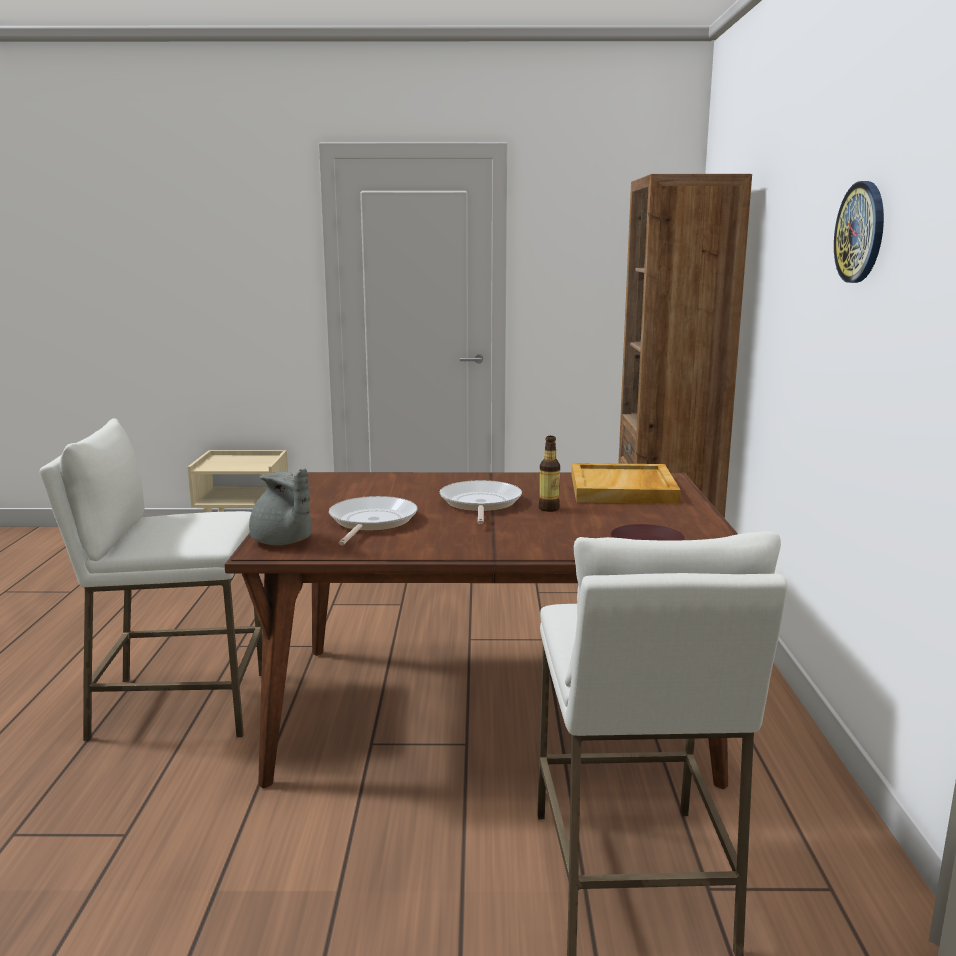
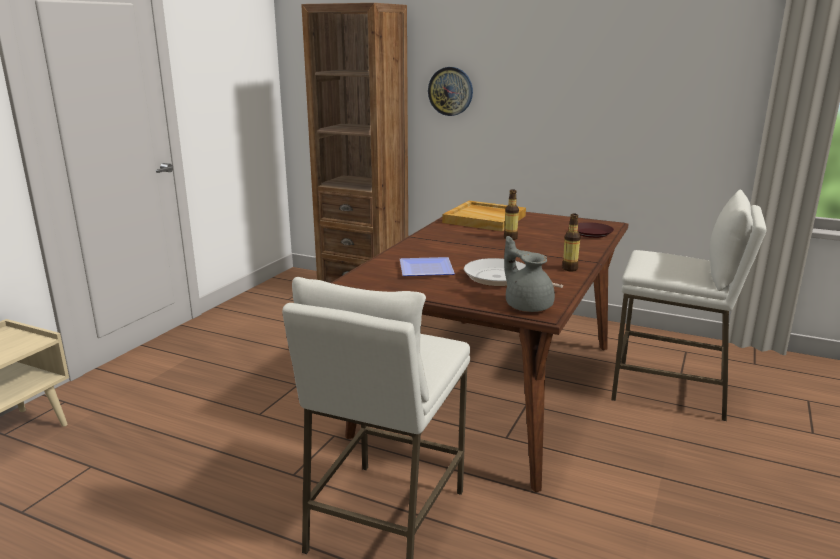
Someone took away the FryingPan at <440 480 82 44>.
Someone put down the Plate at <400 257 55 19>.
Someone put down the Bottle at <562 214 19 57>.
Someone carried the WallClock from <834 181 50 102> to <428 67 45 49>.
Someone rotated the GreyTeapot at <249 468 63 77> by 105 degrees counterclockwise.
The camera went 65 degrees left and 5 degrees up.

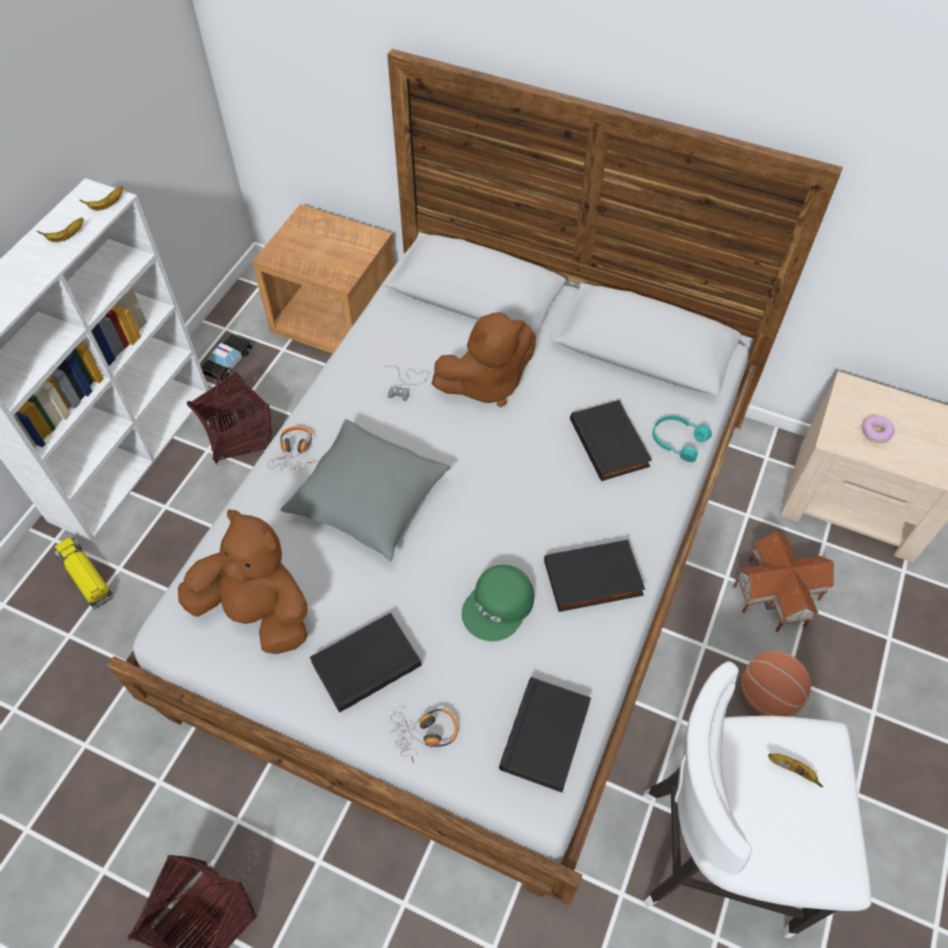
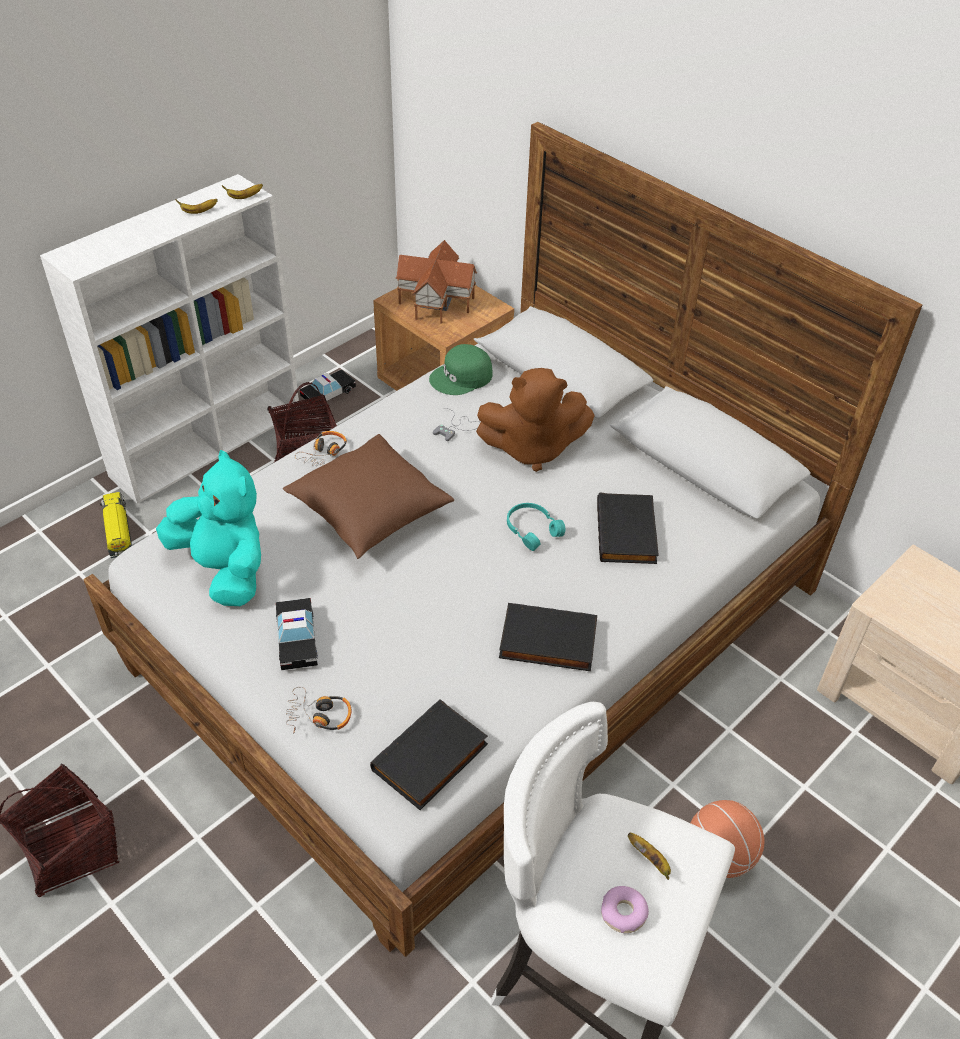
Someone carried the GreenCap from <462 565 72 76> to <429 344 64 51>.
Someone carried the TurquoiseHeadphones from <653 416 59 46> to <507 503 58 48>.
Someone carried the ToyHouse from <733 531 101 101> to <395 240 82 84>.
Someone carried the Donut from <862 416 32 27> to <601 886 48 47>.
Someone swapped the BlackBook at <310 613 112 100> for the ToyCar at <276 598 42 72>.
Someone repainted the BrownPlushToy at <178 509 129 145>, which became the TurquoisePlushToy at <156 450 105 156>.
Someone repainted the GreyPillow at <281 419 170 142>, which became the BrownPillow at <283 434 171 125>.
The camera went 20 degrees right and 10 degrees down.

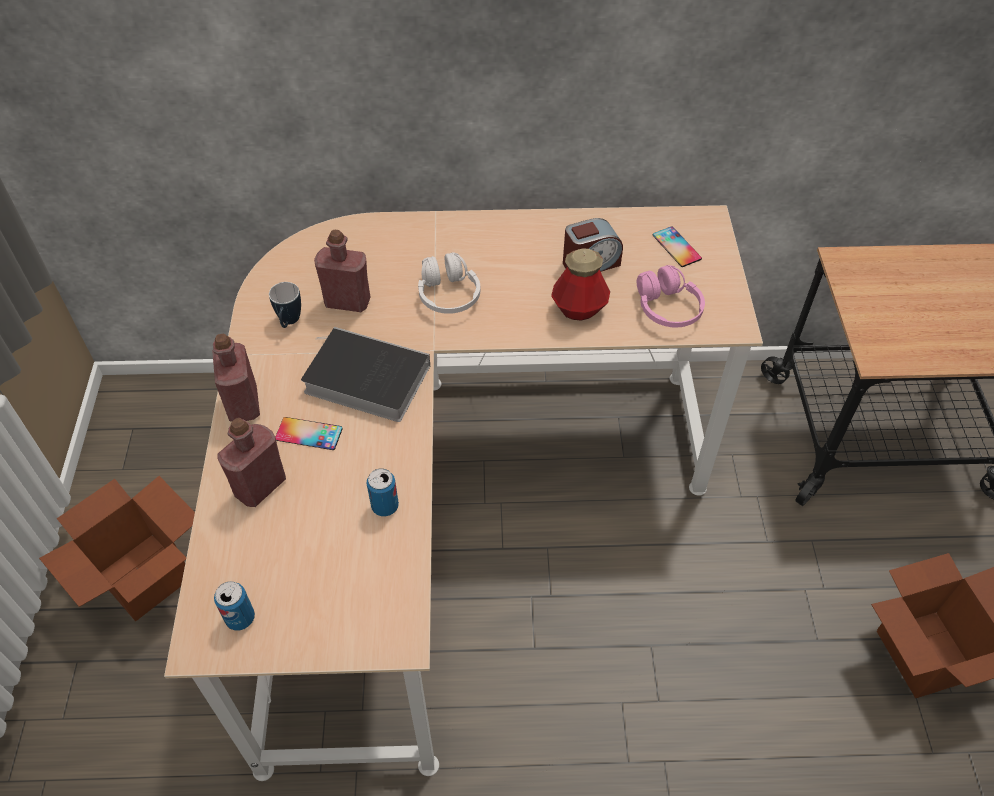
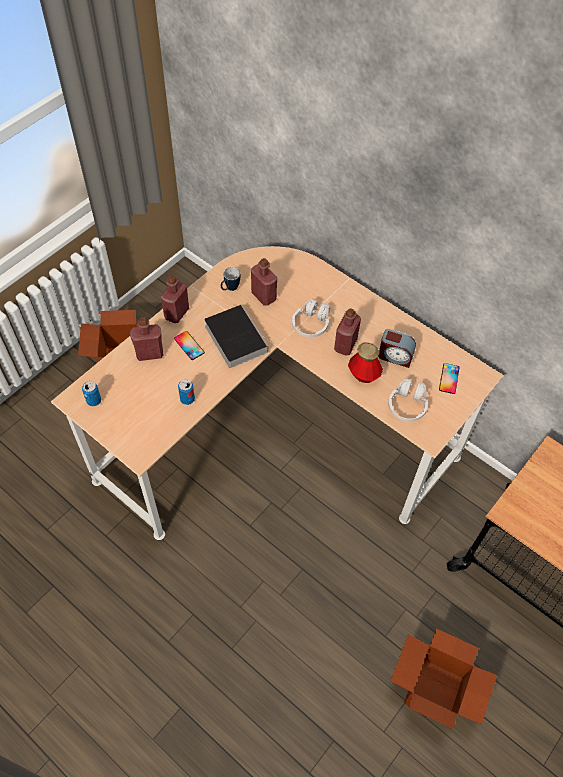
Someone put down the RedBottle at <334 308 27 47>.
Someone repainted the PinkHeadphones at <637 265 68 62>, which became the WhiteHeadphones at <388 378 40 43>.
The camera went 40 degrees right and 5 degrees up.

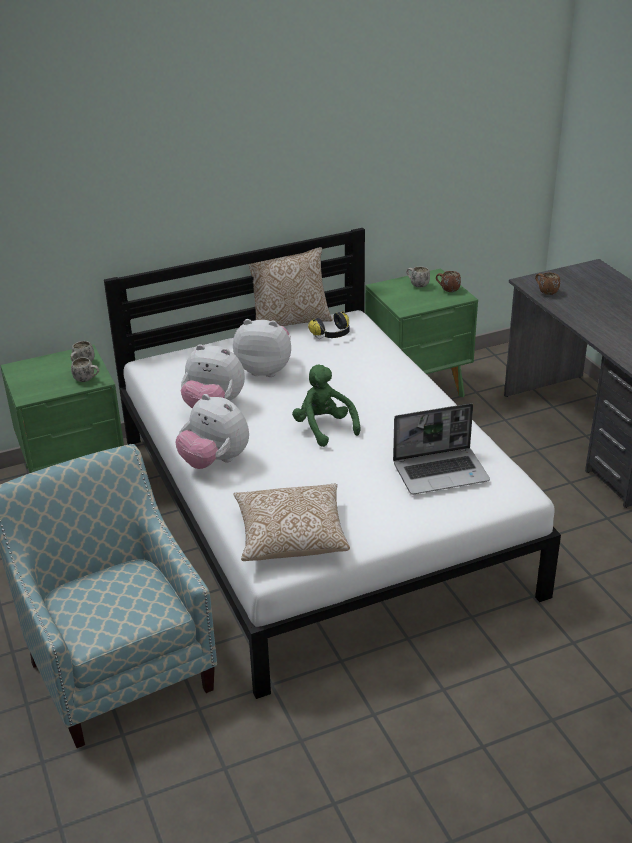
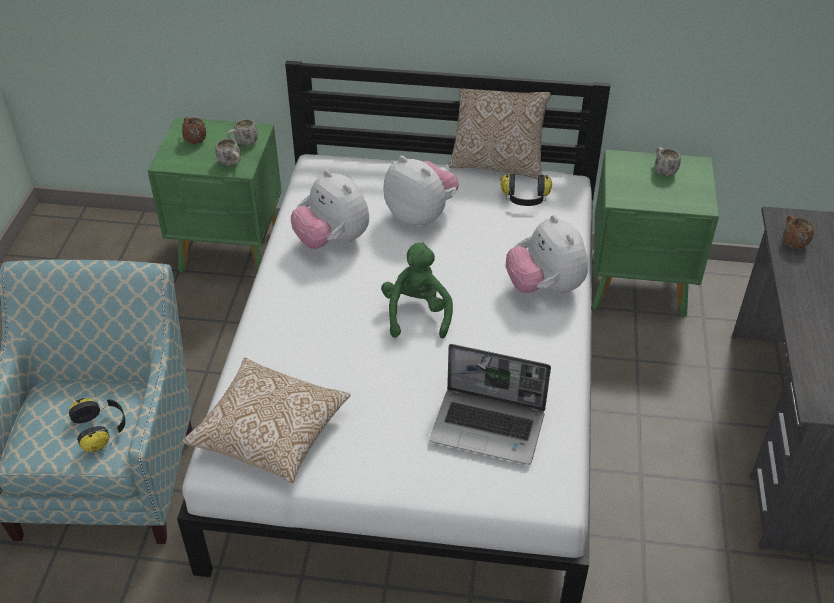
Someone put down the Headphones at <69 395 57 57>.
Someone carried the PlushToy from <176 394 73 75> to <506 215 82 79>.
Someone carried the BrownMug from <436 271 25 21> to <182 117 24 27>.
The camera went 30 degrees right and 10 degrees up.

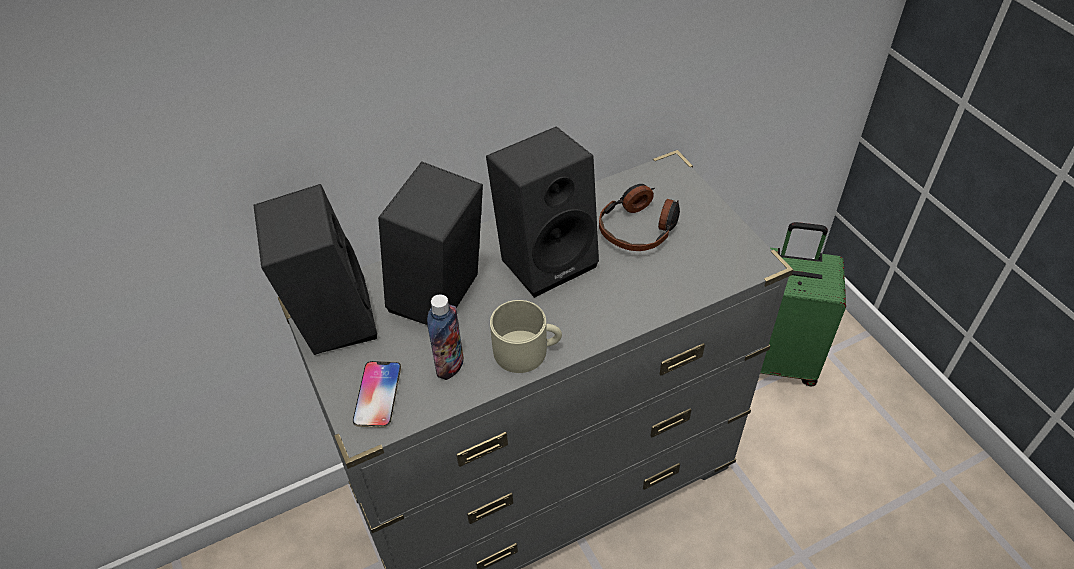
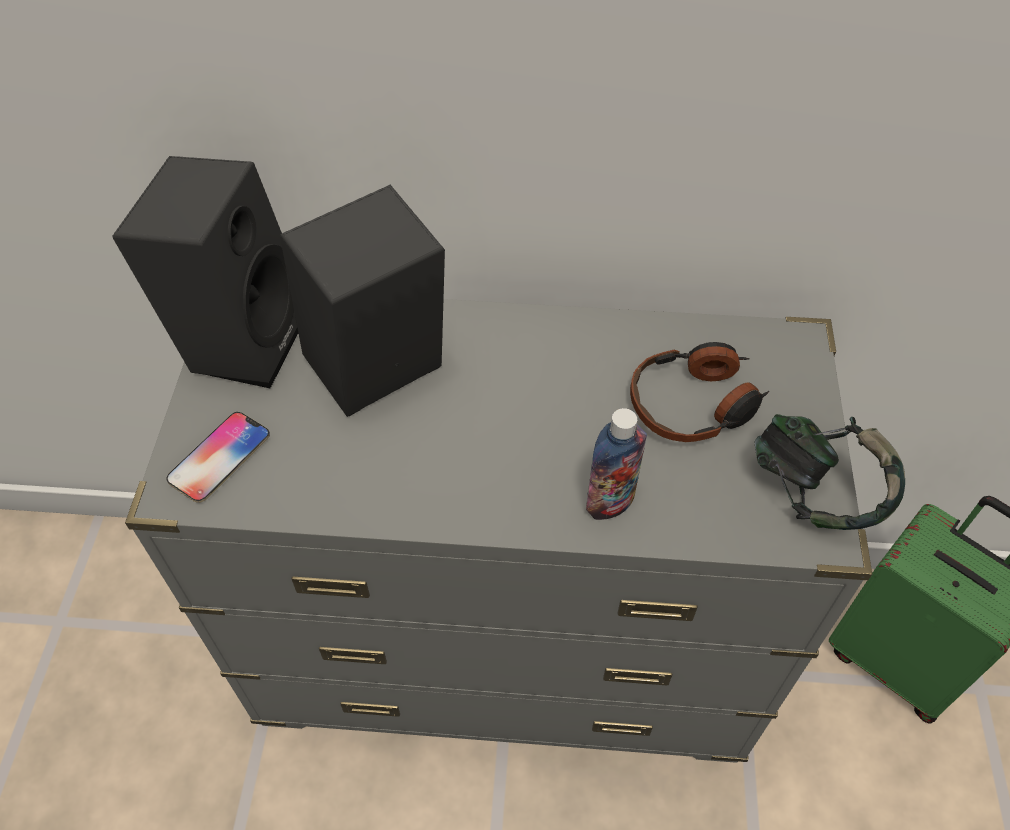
Someone took away the BlackSpeaker at <486 126 113 172>.
Someone took away the BeigeMug at <490 300 72 73>.
Someone put down the Headphones at <755 414 150 116>.
Someone carried the Bottle from <427 294 37 86> to <586 408 61 112>.
The camera went 30 degrees right and 5 degrees up.

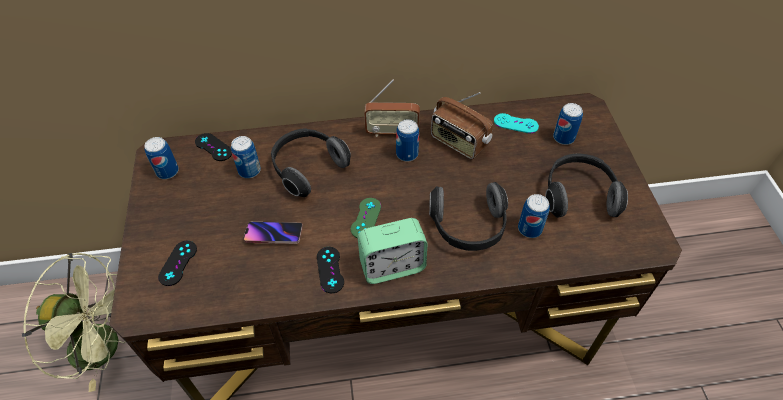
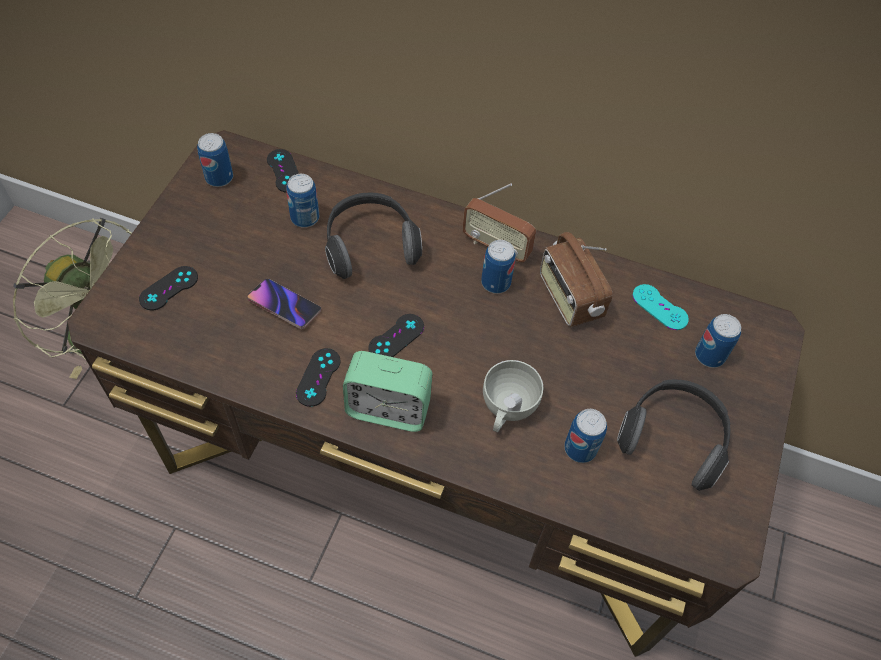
Someone swapped the Headphones at <429 182 79 69> for the WhiteCup at <483 360 60 72>.
Someone repainted the GreenGameController at <351 198 30 40>, which became the BlackGameController at <368 314 56 43>.
The camera went 25 degrees right and 5 degrees up.

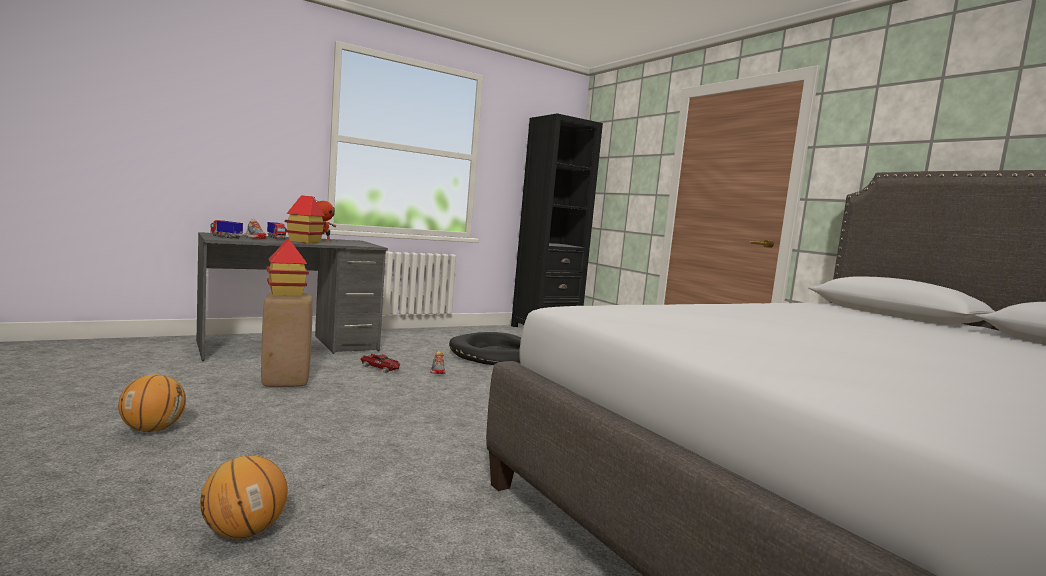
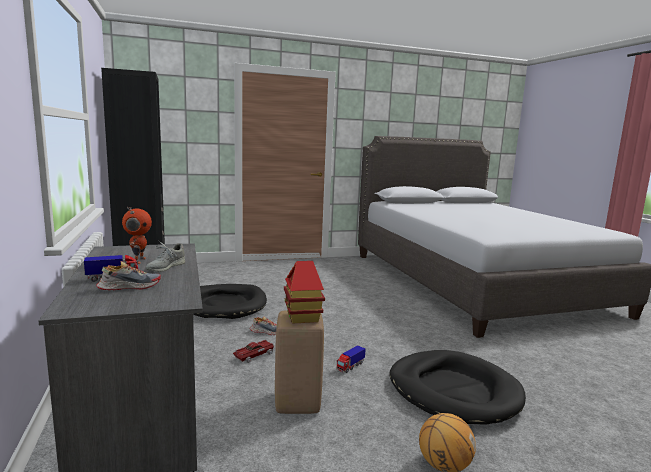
Someone took away the Basketball at <200 455 88 84>.
Someone put down the BlackDogBed at <389 350 137 75>.
Someone carried the ToyTruck from <211 220 32 18> to <337 345 29 28>.
Someone swapped the ToyHouse at <285 195 41 48> for the GreyShoe at <146 240 39 32>.
The camera went 75 degrees left and 5 degrees up.

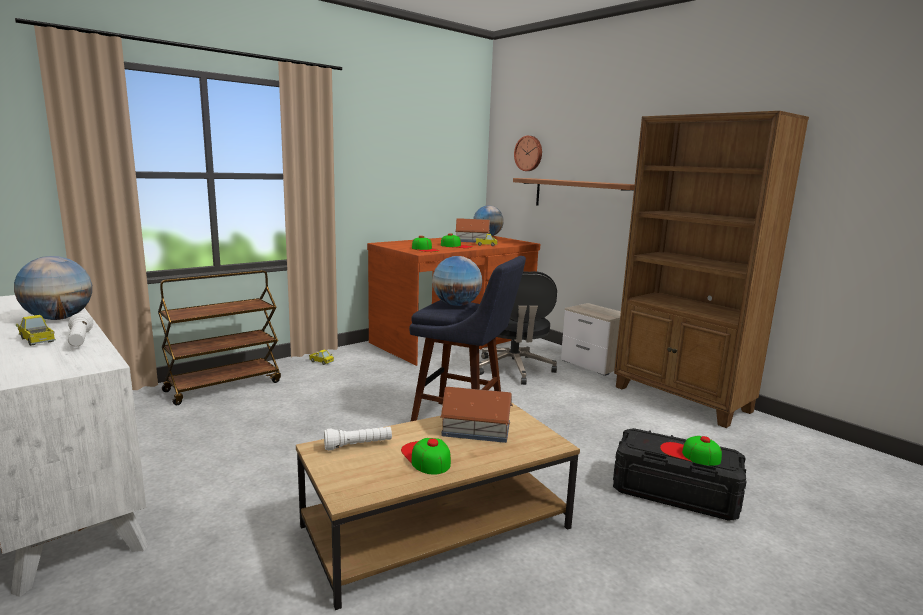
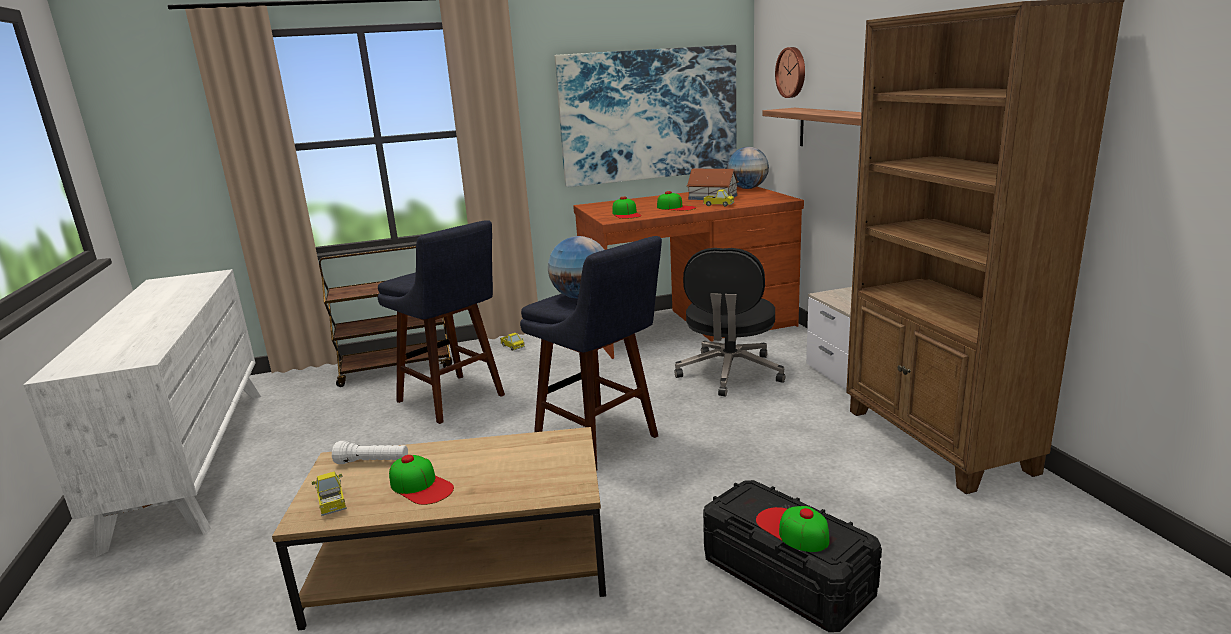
Someone took away the Globe at <14 256 78 64>.
Someone took away the WhiteFlashlight at <68 313 25 34>.
Someone took away the ToyHouse at <440 387 73 56>.
Someone put down the BlueStool at <378 220 127 204>.
Someone put up the Picture at <555 45 181 142>.
Someone carried the ToyTruck from <16 315 40 31> to <312 472 35 44>.
Someone rotated the Cap at <401 438 50 37> by 135 degrees clockwise.
The camera went 25 degrees right and 5 degrees up.

